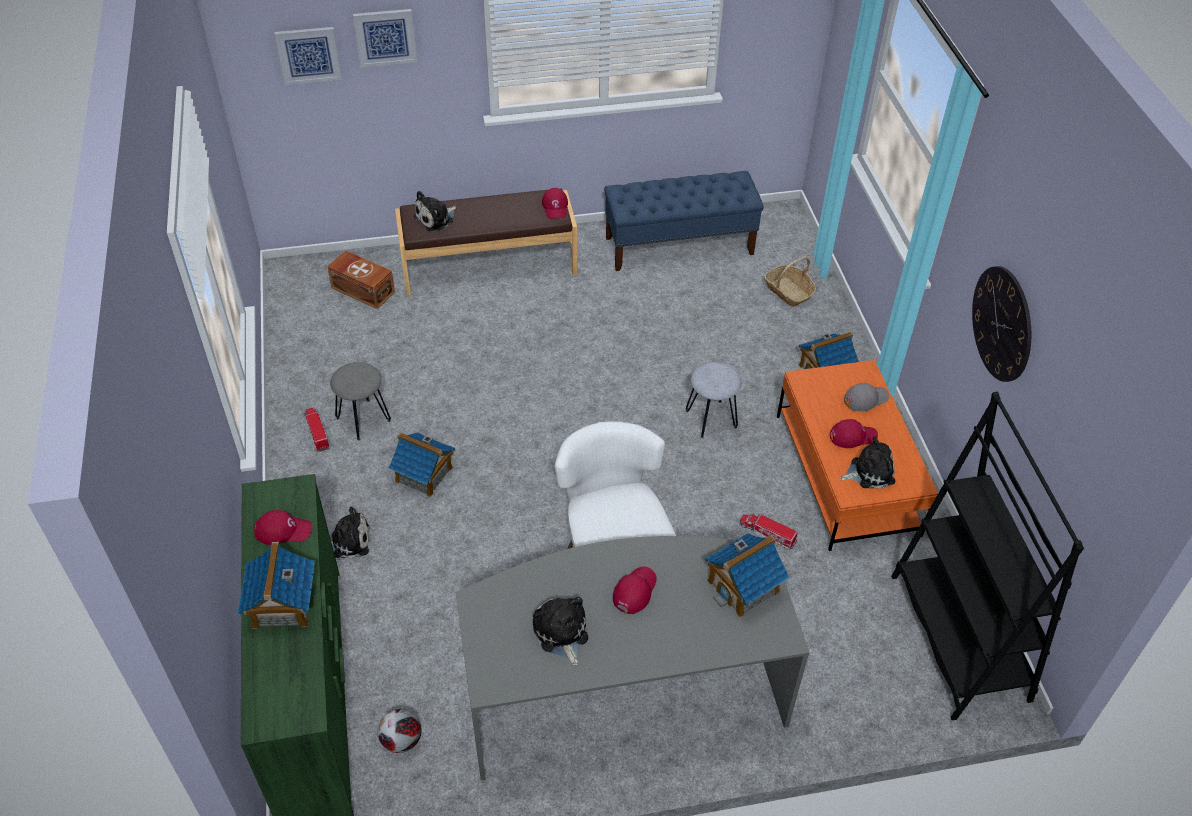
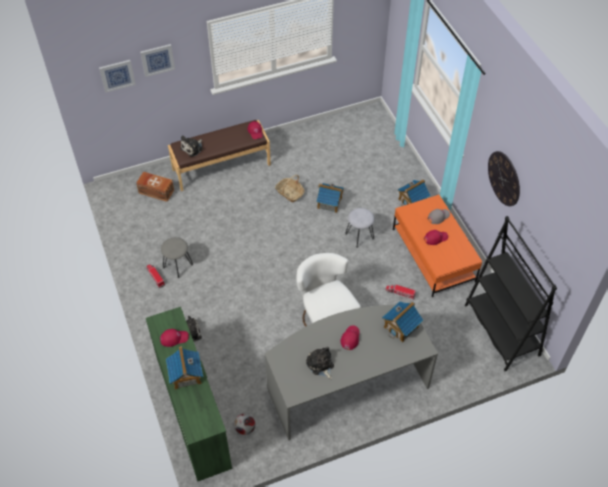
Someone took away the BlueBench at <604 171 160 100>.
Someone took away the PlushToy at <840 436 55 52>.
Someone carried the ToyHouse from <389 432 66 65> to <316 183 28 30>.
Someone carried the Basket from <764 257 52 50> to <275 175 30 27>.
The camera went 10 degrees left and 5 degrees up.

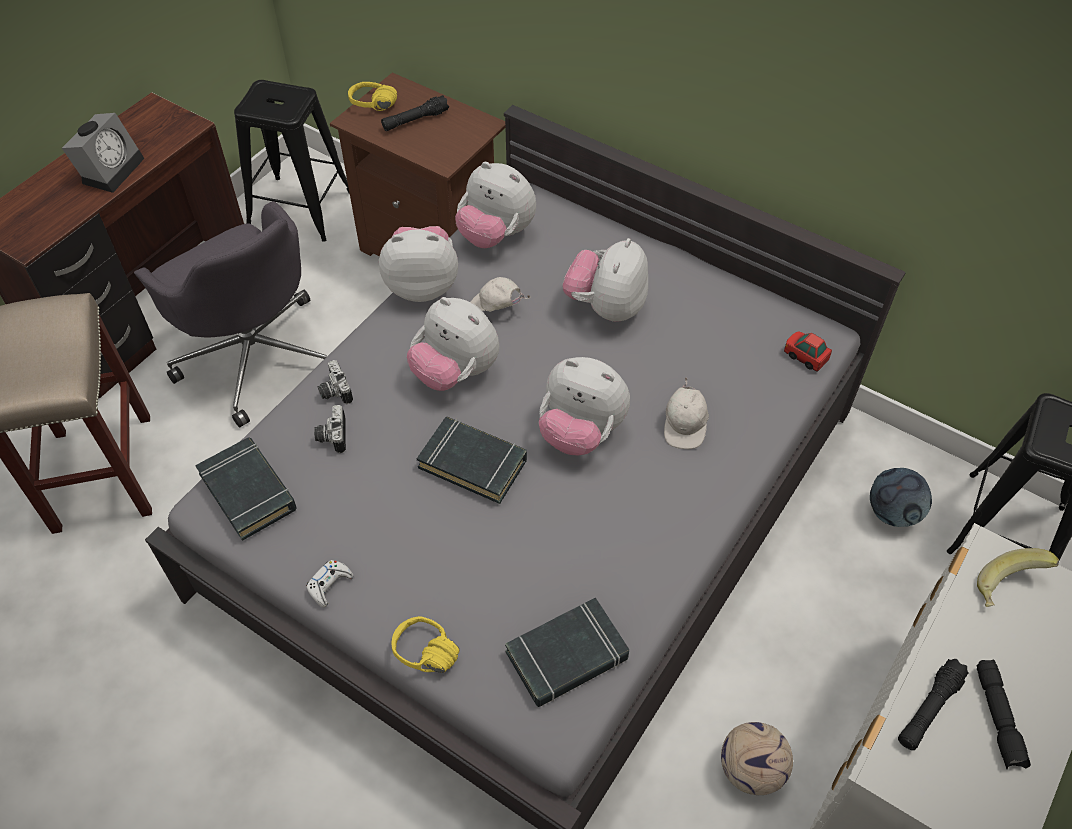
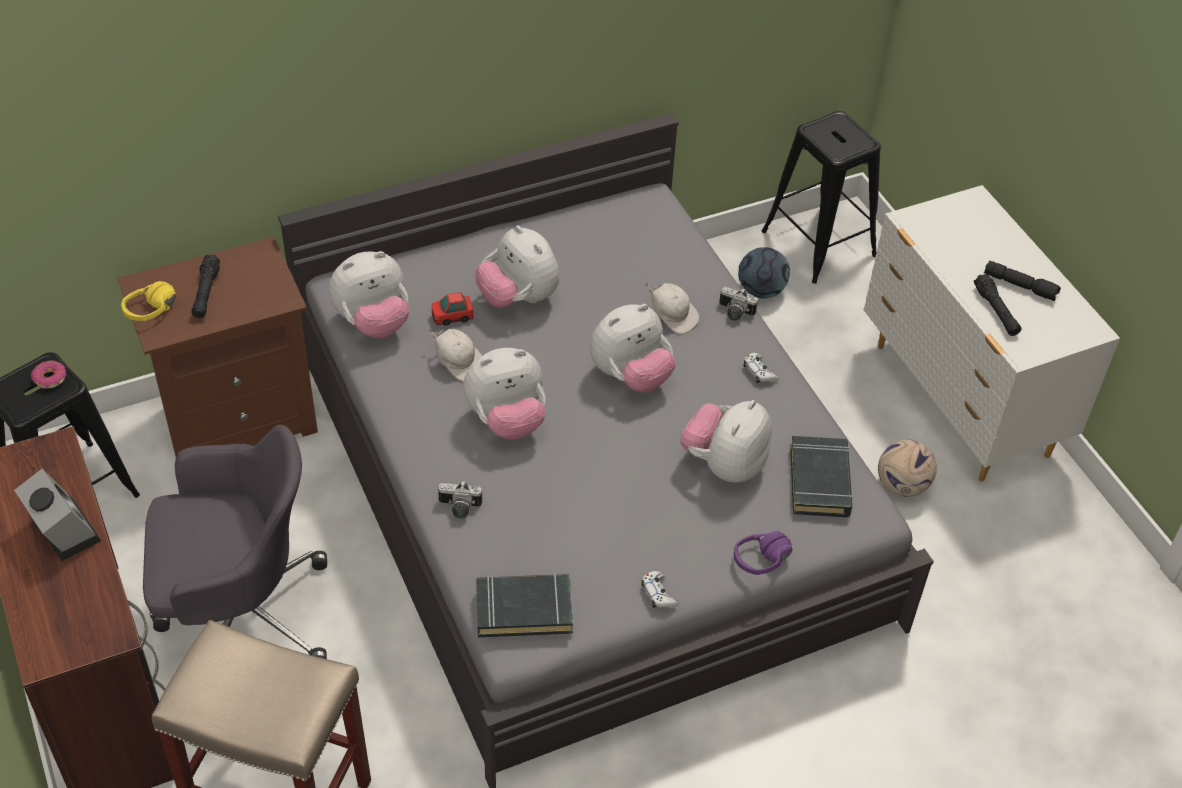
Someone took away the BlackBook at <417 417 110 87>.
Someone took away the Banana at <977 548 82 59>.
Someone put down the Donut at <31 360 35 29>.
Someone put down the WhiteGameController at <743 353 35 30>.
Someone carried the PhotoCamera from <314 405 32 48> to <719 286 39 35>.
Someone carried the PlushToy from <379 226 79 76> to <680 400 92 83>.
Someone carried the ToyCar from <784 331 48 41> to <432 292 42 34>.
Someone repainted the YellowHeadphones at <392 616 68 57>, which became the PurpleHeadphones at <734 531 58 44>.
Someone rotated the WhiteCap at <471 277 59 35> by 105 degrees counterclockwise.
The camera went 60 degrees left and 5 degrees down.

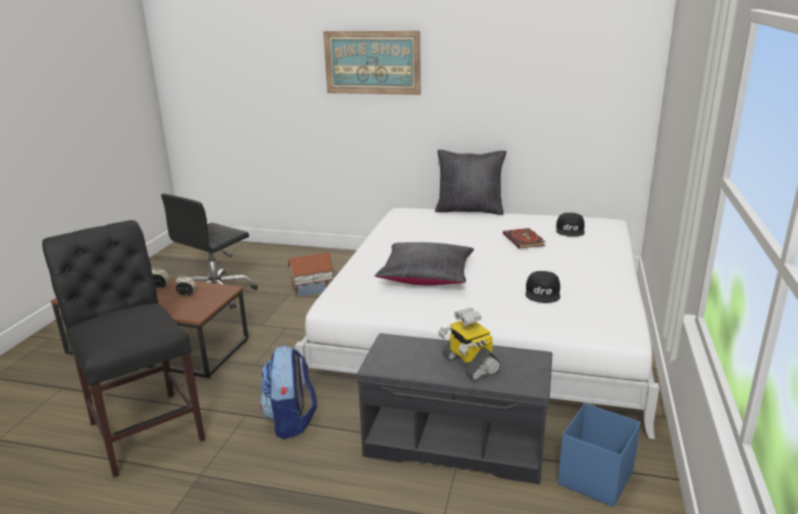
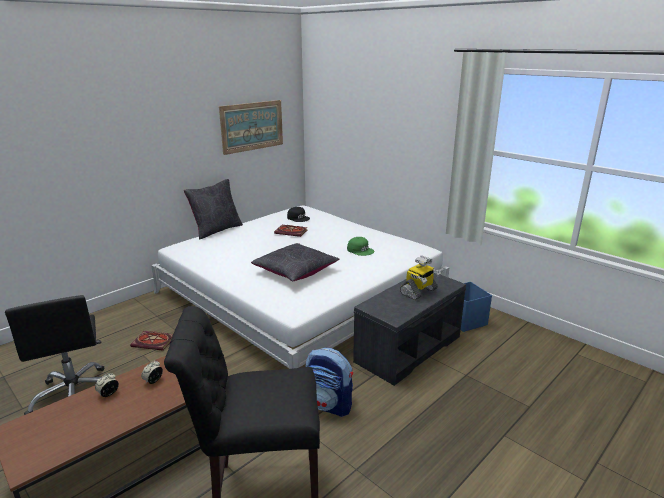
Someone carried the Picture from <323 31 98 64> to <219 100 64 55>.
Someone swapped the ToyHouse at <287 252 47 45> for the Book at <130 331 43 20>.
Someone repainted the BlackCap at <526 271 34 32>, which became the GreenCap at <347 237 27 19>.
Someone rotated the ToyRobot at <438 308 63 73> by 45 degrees counterclockwise.
The camera went 60 degrees left and 0 degrees up.

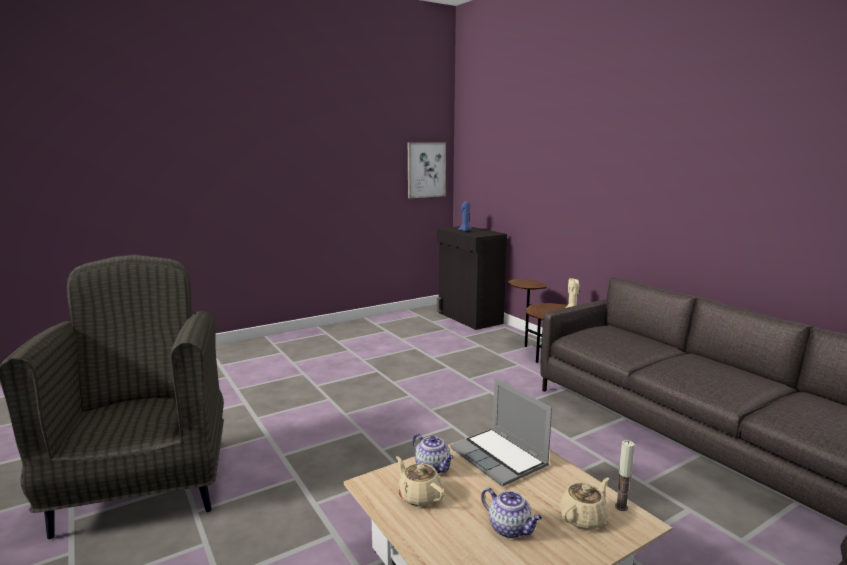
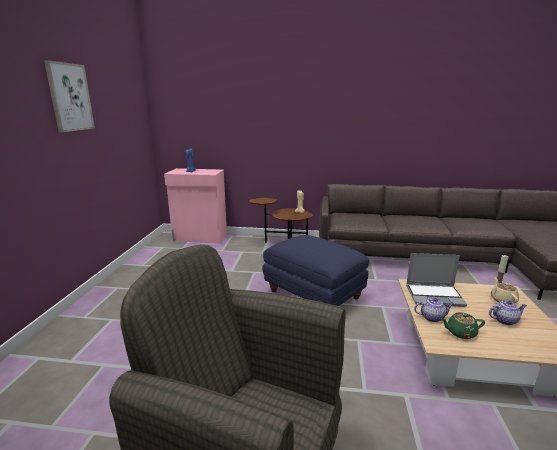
Someone put down the BlueOttoman at <262 235 107 71>.
Someone carried the Picture from <408 143 38 55> to <44 60 51 73>.
Someone repainted the BeigeTeapot at <396 456 48 51>, which became the GreenTeapot at <440 312 45 27>.
Someone repainted the BlackCabinet at <437 226 70 104>, which became the PinkCabinet at <164 168 63 76>.
The camera went 50 degrees left and 5 degrees up.

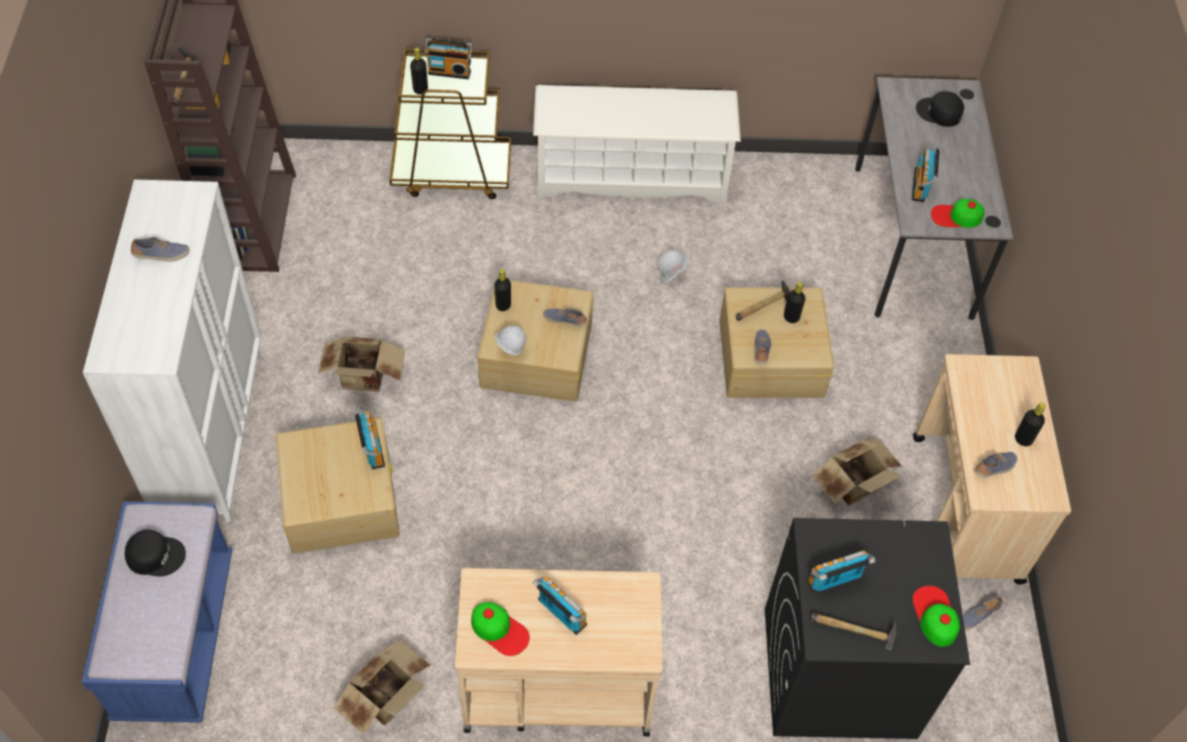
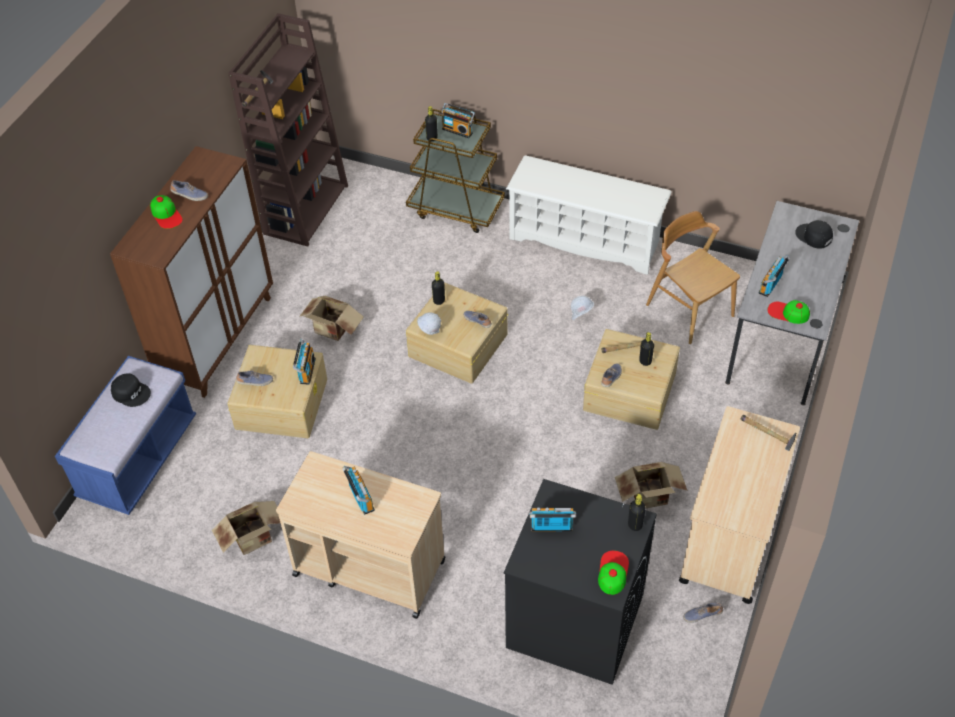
Someone put down the BrownChair at <646 211 94 133>.
Someone carried the Cap from <471 602 59 54> to <150 195 33 34>.
Someone carried the Hammer from <810 612 86 38> to <741 415 55 36>.
Someone carried the Shoe from <974 452 43 26> to <236 370 37 16>.
Someone carried the BlackBottle from <1015 403 30 43> to <628 494 18 37>.
Someone repainted the WhiteCabinet at <83 179 178 343>, which became the BrownCabinet at <110 146 163 252>.
The camera went 25 degrees right and 5 degrees down.

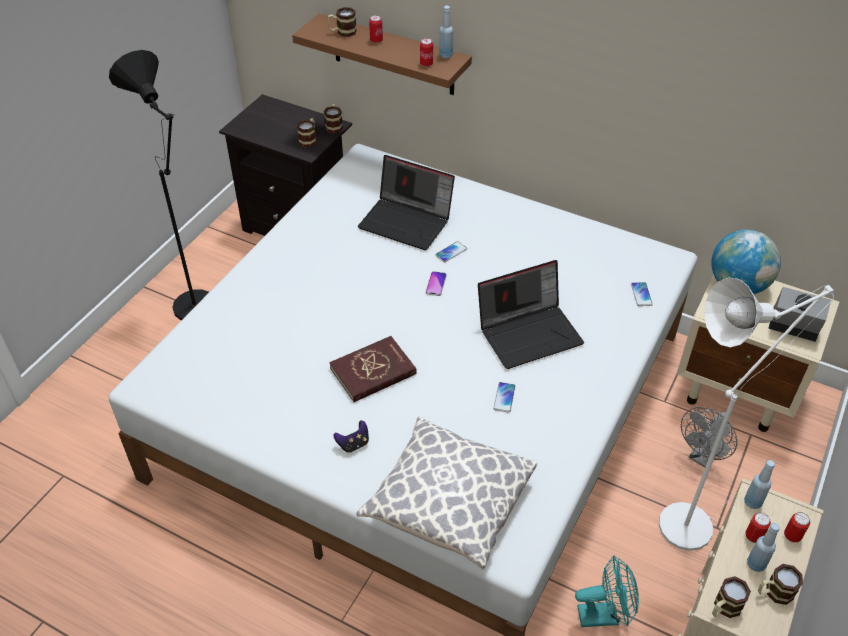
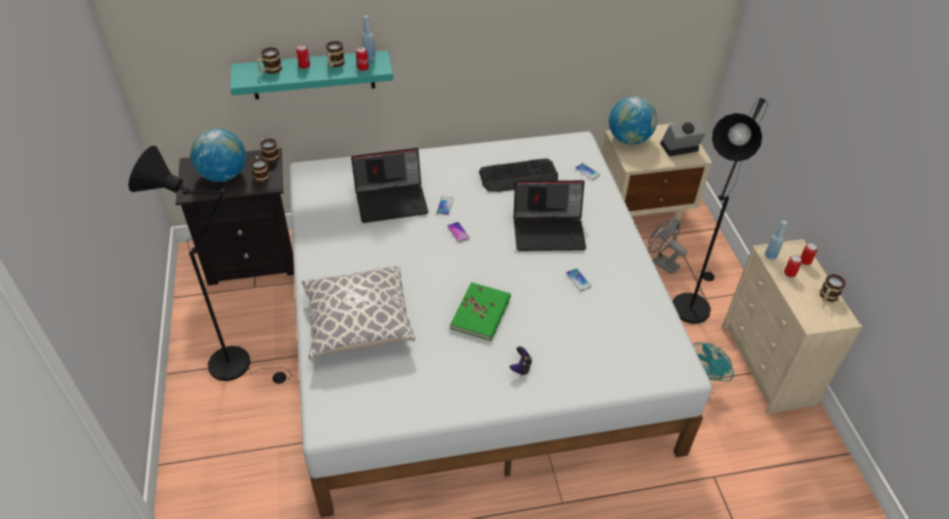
Someone took away the BlueBottle at <747 523 33 49>.
Someone put down the Globe at <190 128 56 54>.
Someone put down the Keyboard at <479 158 79 34>.
Someone carried the Pillow from <356 416 181 154> to <302 265 113 95>.
Someone carried the Mug from <712 576 39 42> to <326 41 19 26>.
Someone repainted the BrownShelf at <292 14 180 81>, which became the TurquoiseShelf at <230 50 163 49>.
Someone repainted the RedBook at <329 336 88 66>, which became the GreenBook at <450 282 61 59>.
Someone repainted the WhiteFloorLamp at <659 278 175 273>, which became the BlackFloorLamp at <673 98 95 226>.
Someone rotated the Laptop at <478 260 106 109> by 60 degrees clockwise.
Someone rotated the GreyFan at <681 407 56 60> by 135 degrees clockwise.
The camera went 40 degrees left and 0 degrees up.

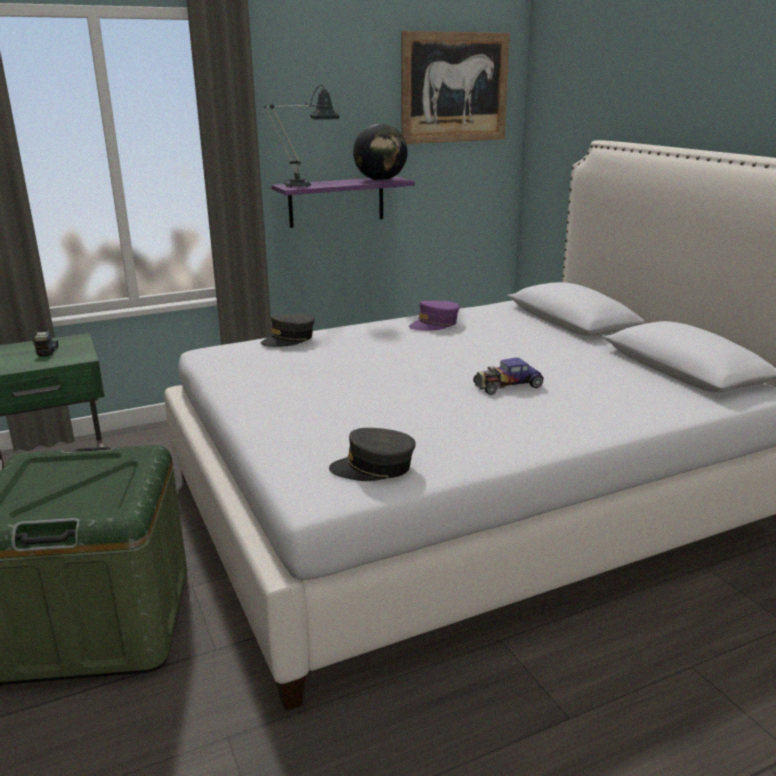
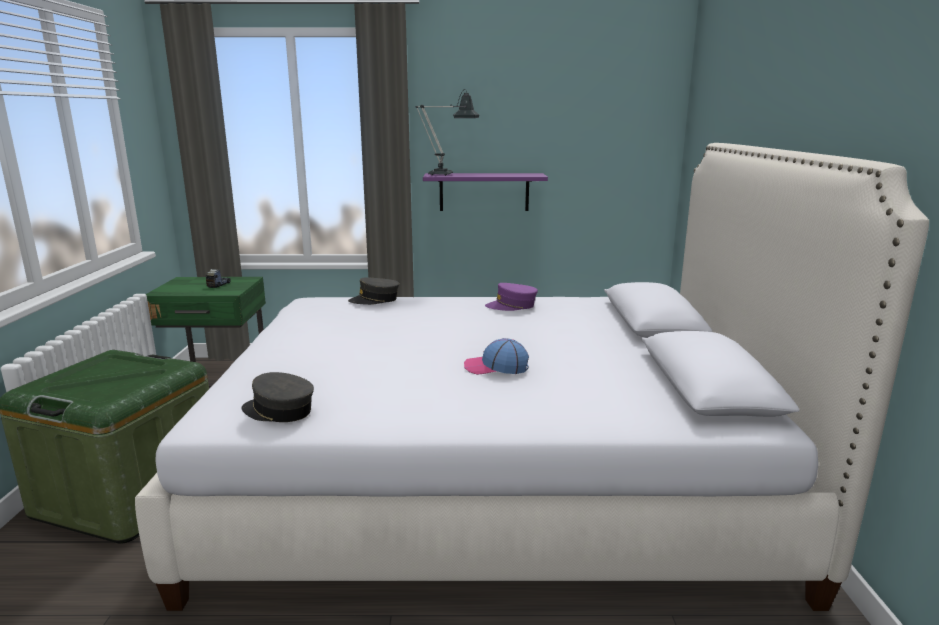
Someone took away the Globe at <353 124 54 57>.
Someone took away the Picture at <401 31 109 113>.
Someone swapped the ToyCar at <473 357 71 38> for the Cap at <464 338 65 37>.
The camera went 25 degrees right and 5 degrees down.

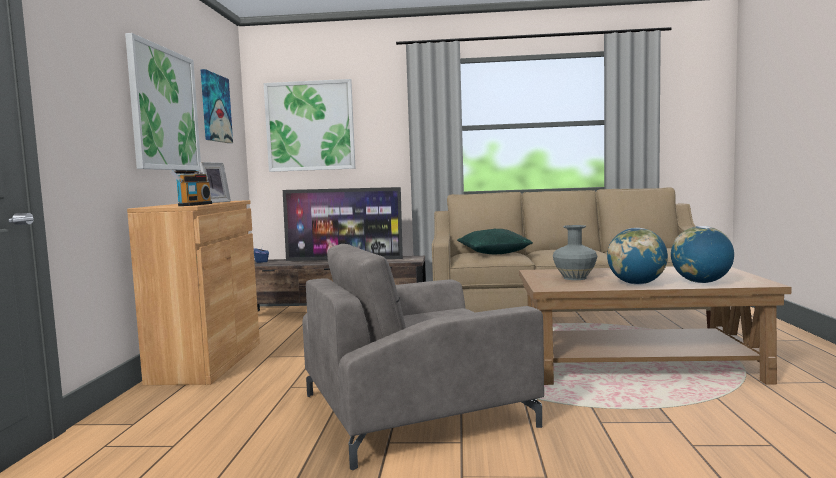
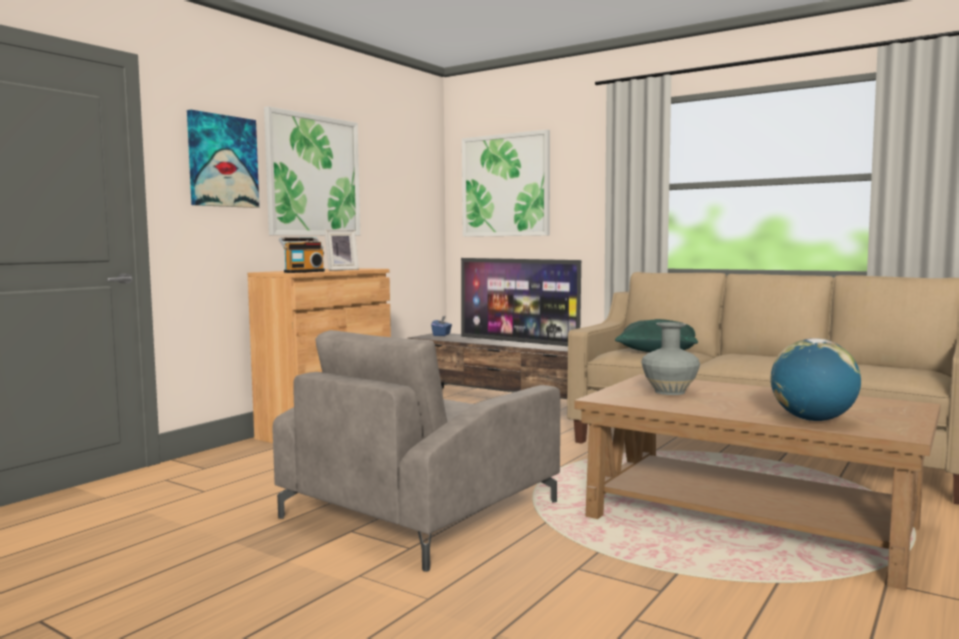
Someone took away the Globe at <607 228 61 57>.
Someone carried the Picture from <201 69 32 74> to <187 110 72 98>.
Someone rotated the GreyArmchair at <302 244 242 226> by 60 degrees counterclockwise.
The camera went 30 degrees right and 0 degrees up.

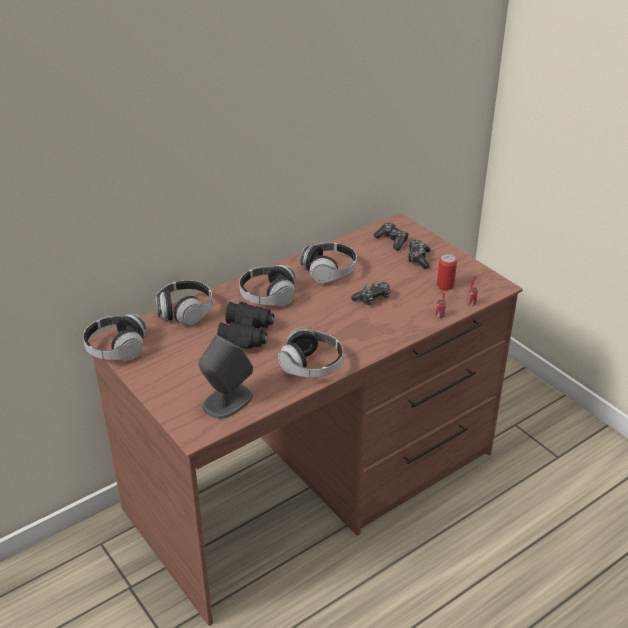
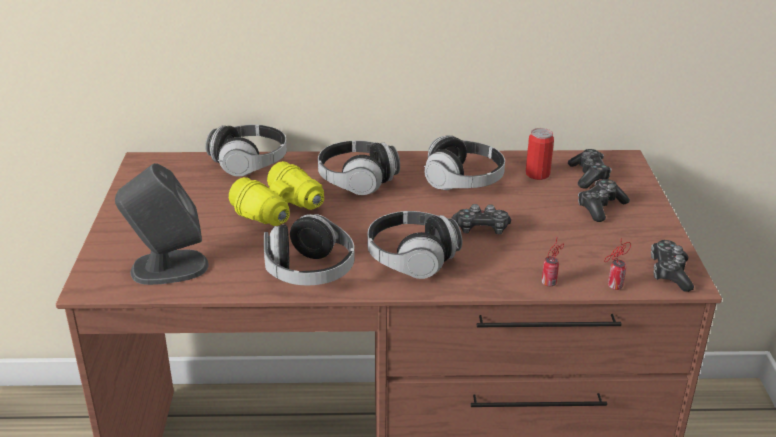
Someone put down the GameController at <651 240 43 52>.
Someone carried the Headphones from <83 314 63 46> to <368 211 94 68>.
Someone carried the Can from <437 254 20 36> to <526 128 28 52>.
Someone repainted the BlackBinoculars at <217 302 57 47>, which became the YellowBinoculars at <229 161 95 65>.
The camera went 35 degrees right and 5 degrees down.

